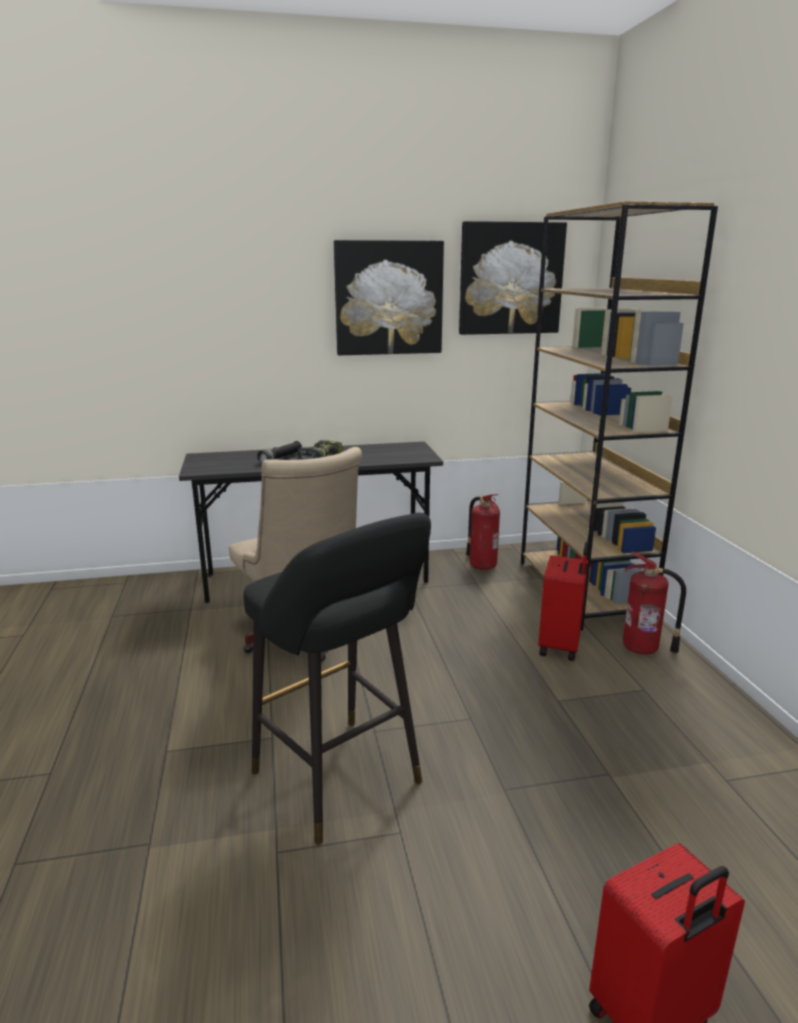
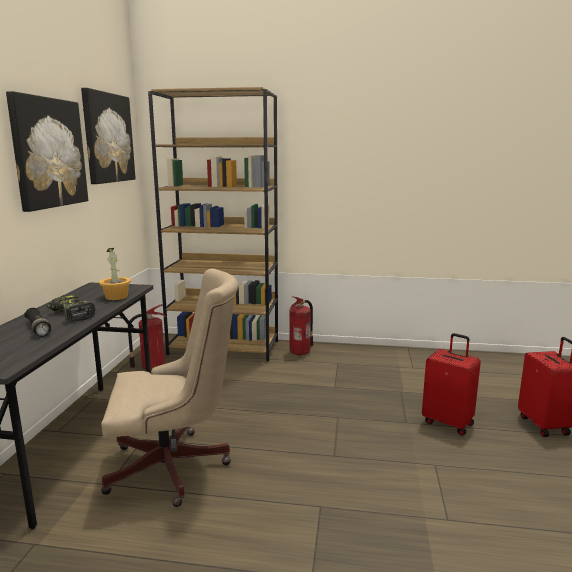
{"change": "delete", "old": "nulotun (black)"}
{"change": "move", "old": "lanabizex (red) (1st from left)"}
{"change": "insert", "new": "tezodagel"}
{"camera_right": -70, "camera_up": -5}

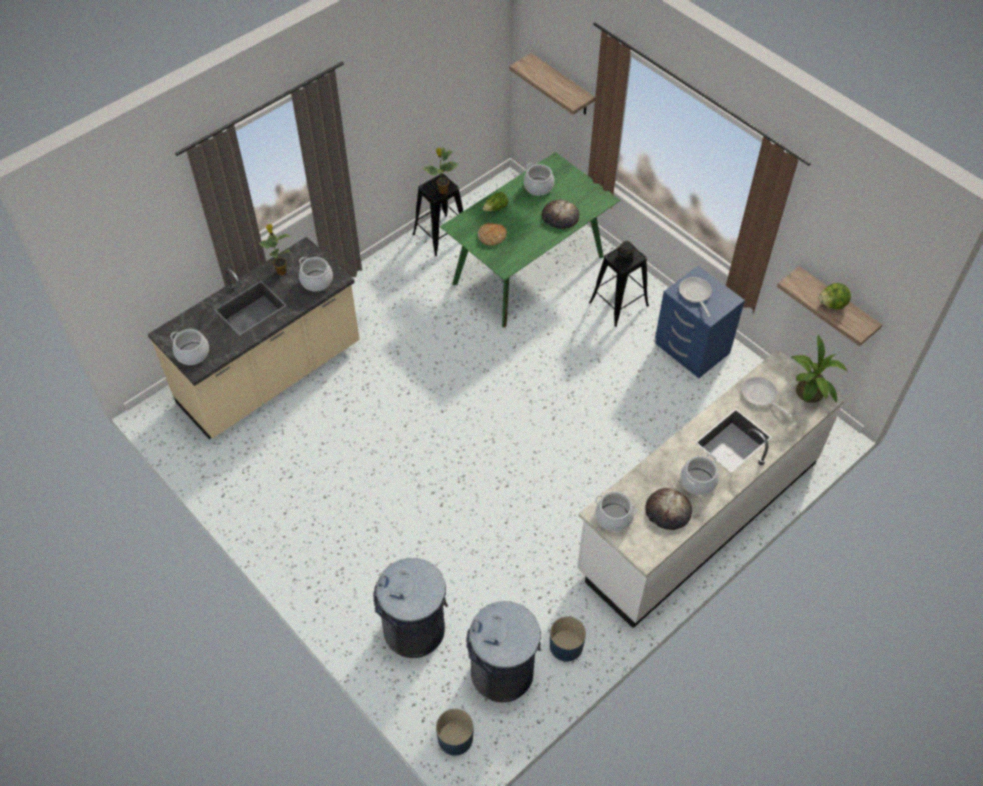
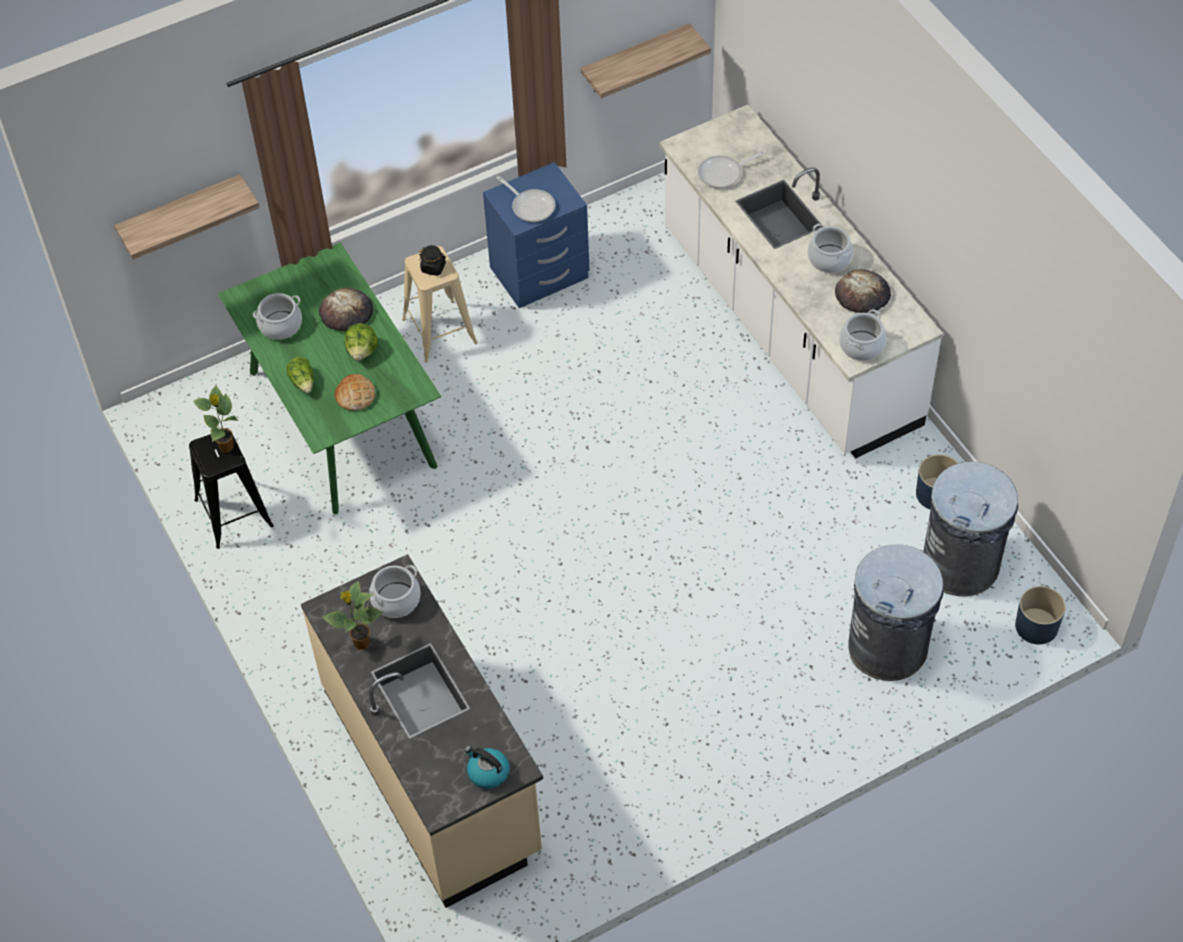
{"change": "recolor", "old": "nulotun (black) (2nd from left)", "new": "nulotun (beige)"}
{"change": "rotate", "old": "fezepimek (1st from left)", "degrees": -135}
{"change": "move", "old": "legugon (2nd from left)"}
{"change": "replace", "old": "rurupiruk (1st from left)", "new": "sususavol"}
{"change": "delete", "old": "tezodagel (3rd from left)"}
{"camera_right": -75, "camera_up": 0}

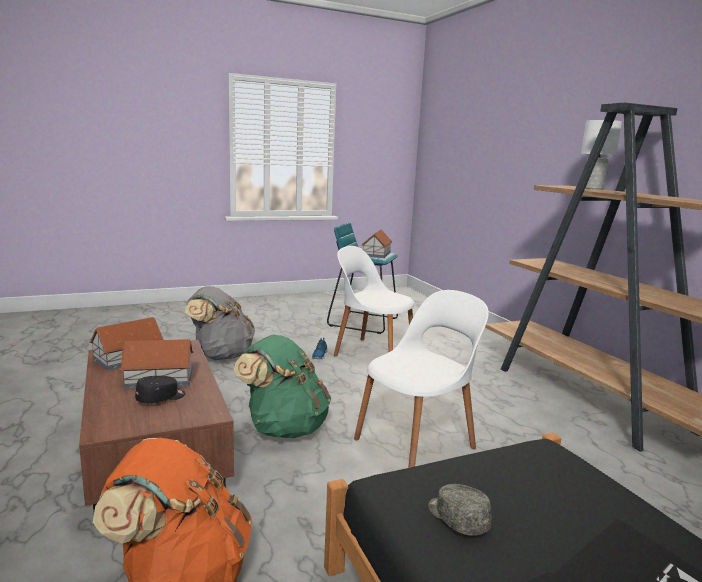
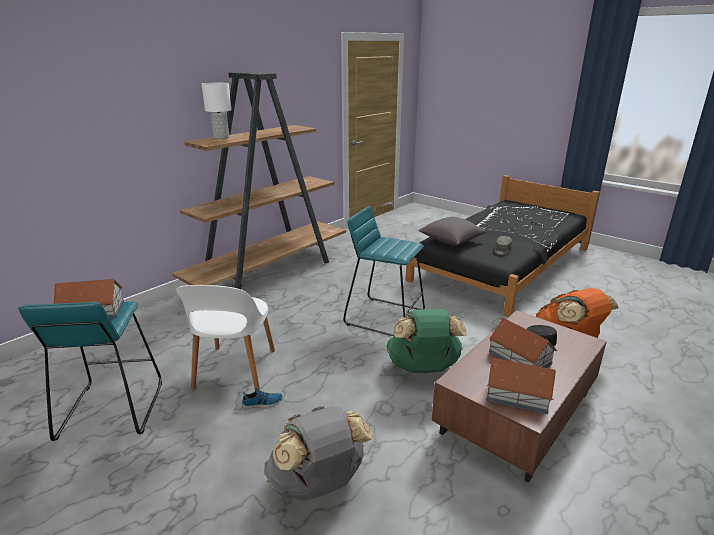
{"change": "replace", "old": "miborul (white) (2nd from left)", "new": "nulotun (turquoise) (2nd from left)"}
{"change": "insert", "new": "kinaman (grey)"}
{"camera_right": -115, "camera_up": 10}

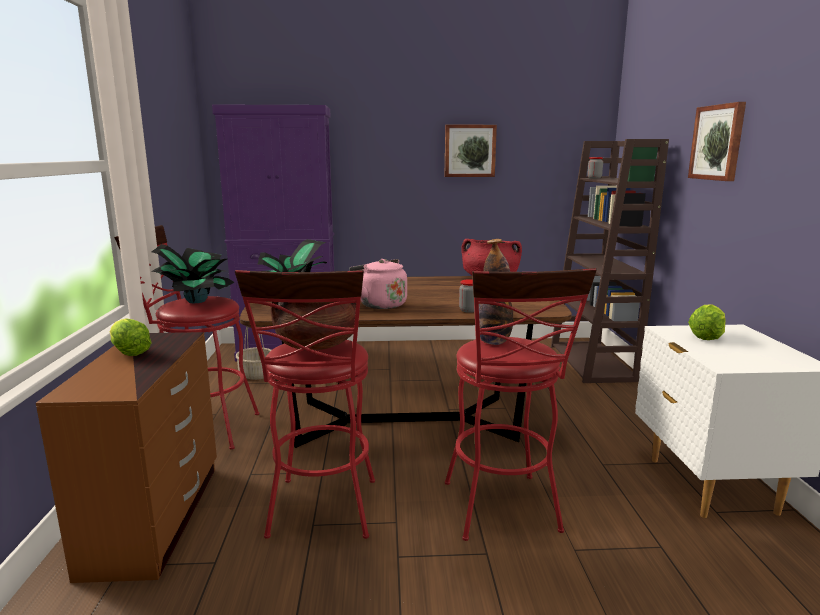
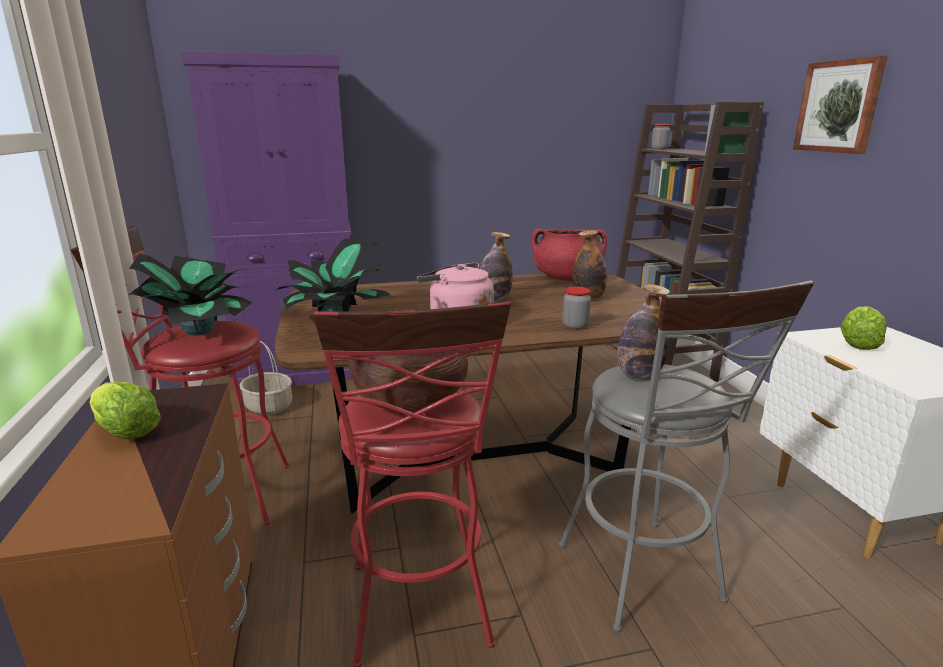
{"change": "delete", "old": "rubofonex (1st from left)"}
{"change": "recolor", "old": "nulotun (red) (3rd from left)", "new": "nulotun (grey)"}
{"change": "insert", "new": "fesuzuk (1st from left)"}
{"camera_right": -10, "camera_up": 5}

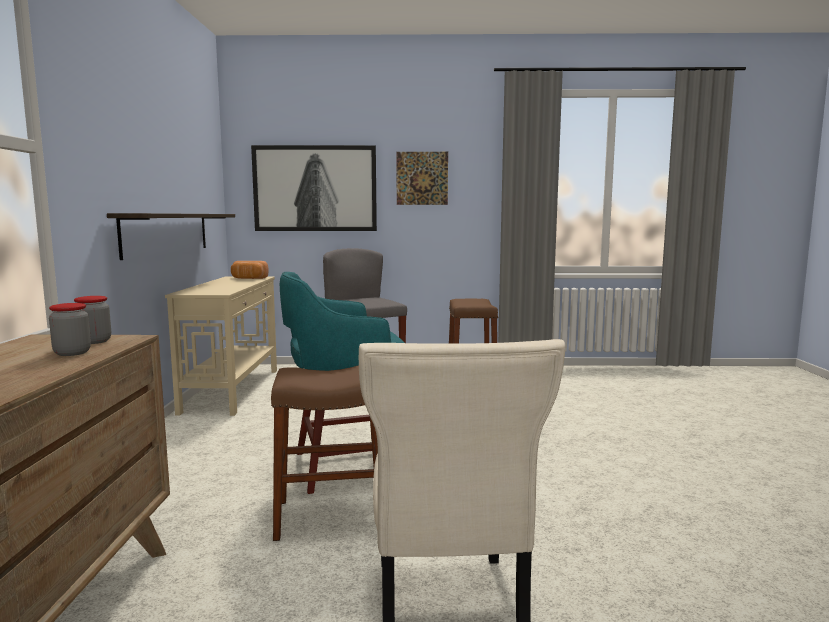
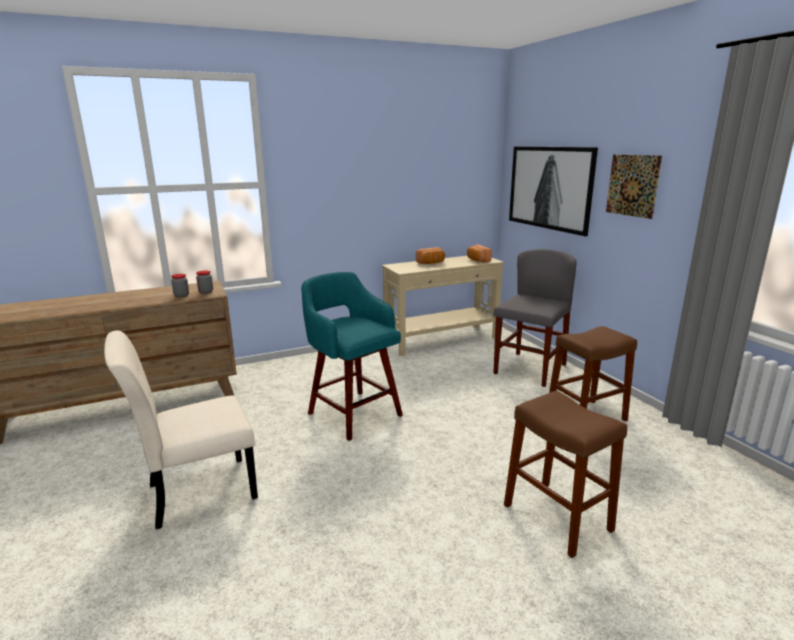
{"change": "delete", "old": "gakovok"}
{"change": "move", "old": "nulotun (brown) (1st from left)"}
{"change": "insert", "new": "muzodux (1st from left)"}
{"camera_right": 65, "camera_up": 10}

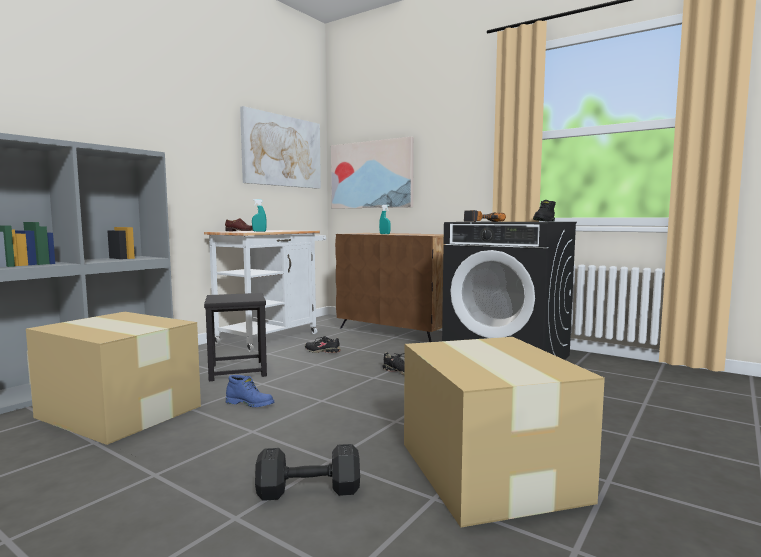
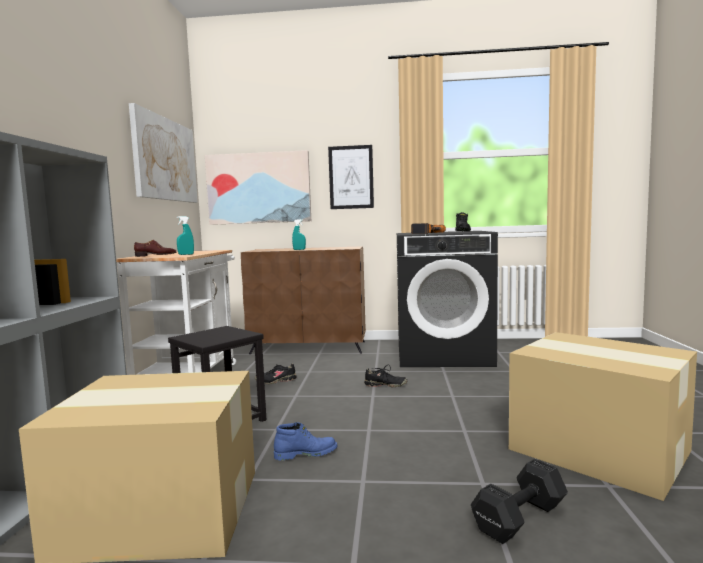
{"change": "insert", "new": "rubofonex (3rd from left)"}
{"camera_right": -30, "camera_up": 0}

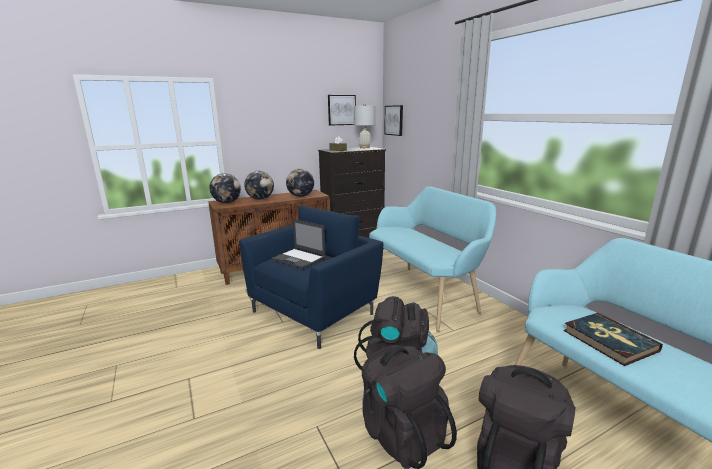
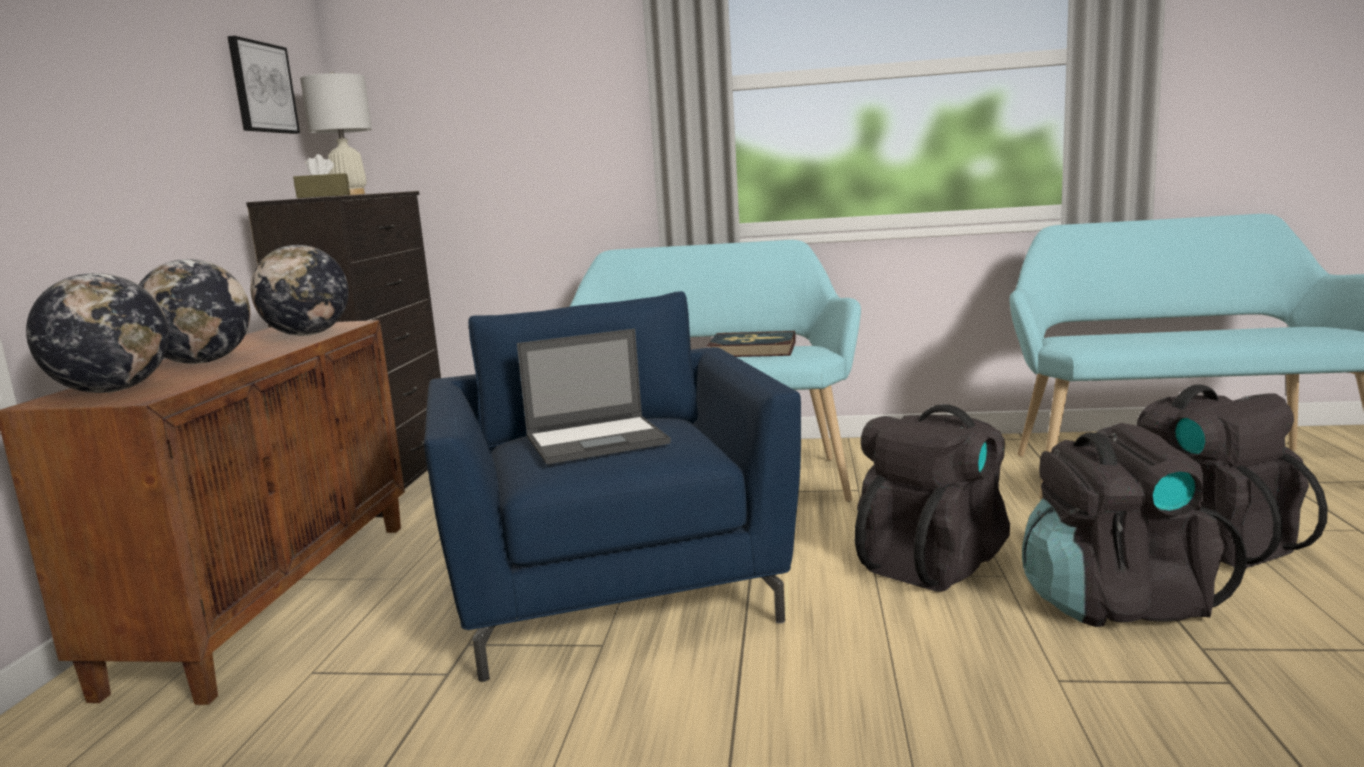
{"change": "delete", "old": "rubofonex (2nd from left)"}
{"change": "move", "old": "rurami"}
{"camera_right": -55, "camera_up": -5}

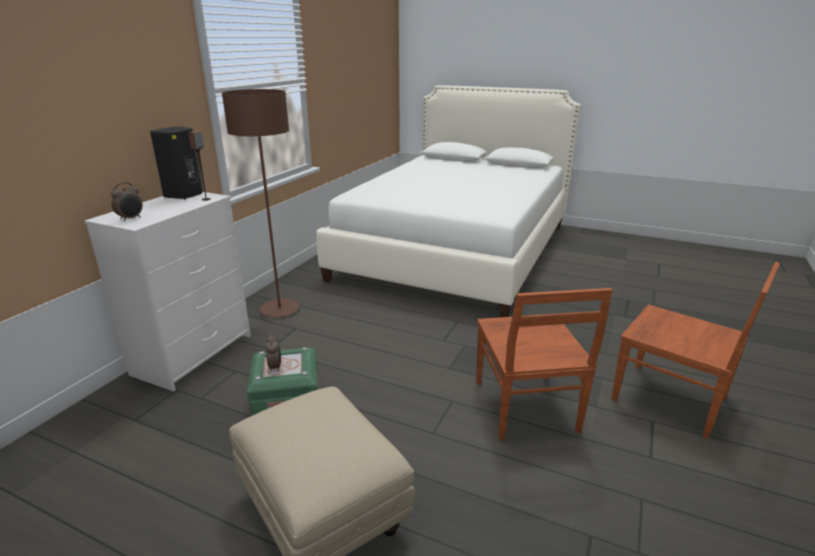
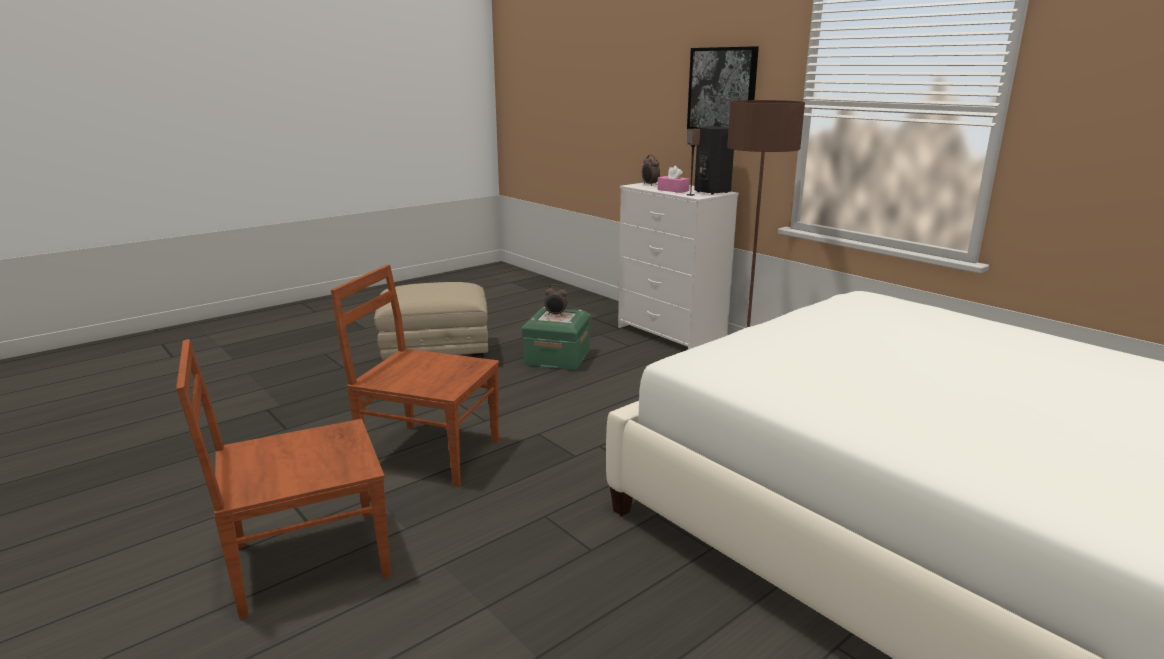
{"change": "insert", "new": "rubofonex"}
{"change": "insert", "new": "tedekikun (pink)"}
{"camera_right": 115, "camera_up": -5}

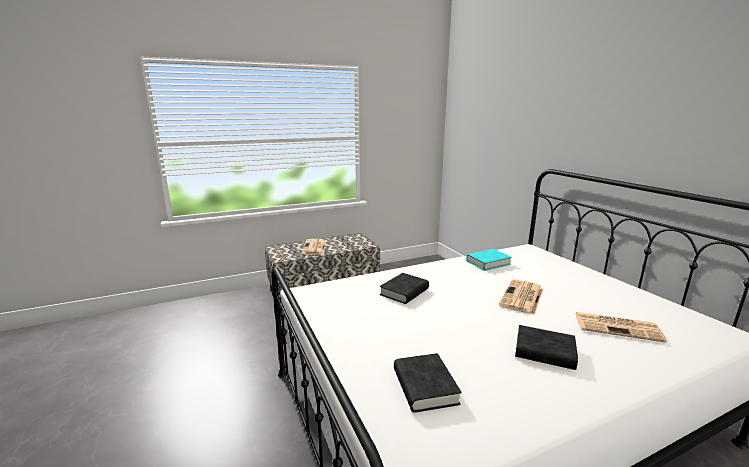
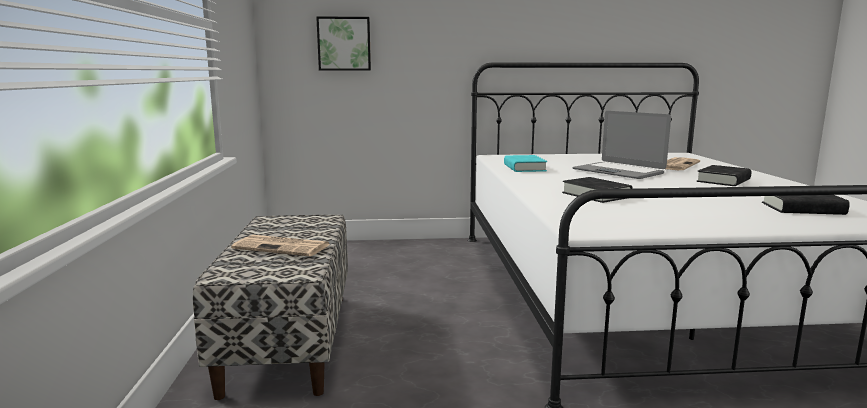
{"change": "replace", "old": "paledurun (2nd from left)", "new": "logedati"}
{"change": "insert", "new": "rubofonex"}
{"camera_right": -70, "camera_up": -5}

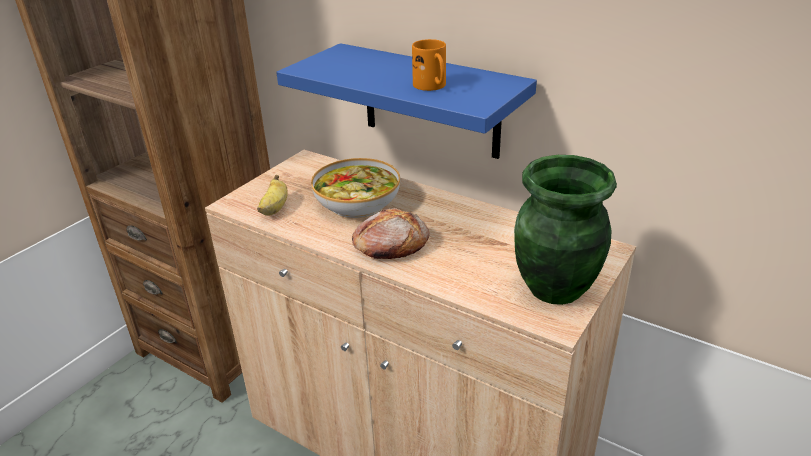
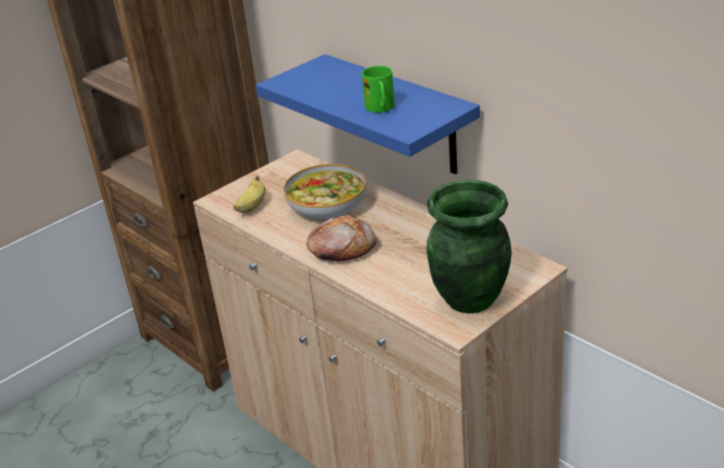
{"change": "recolor", "old": "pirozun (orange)", "new": "pirozun (green)"}
{"camera_right": 15, "camera_up": 0}

